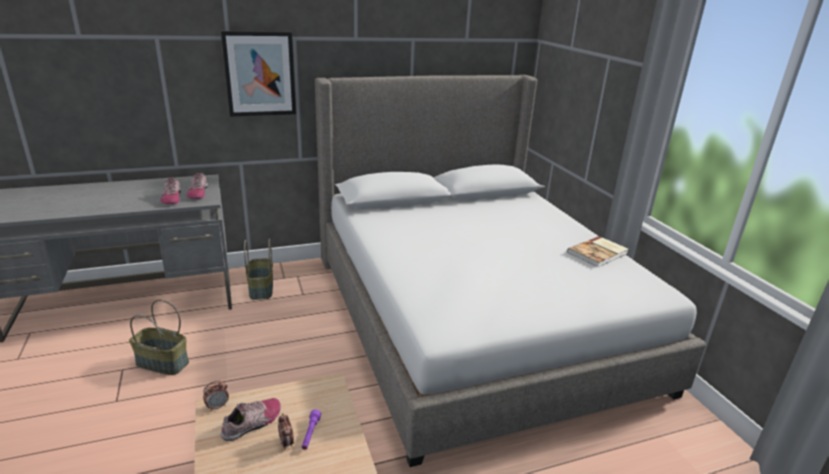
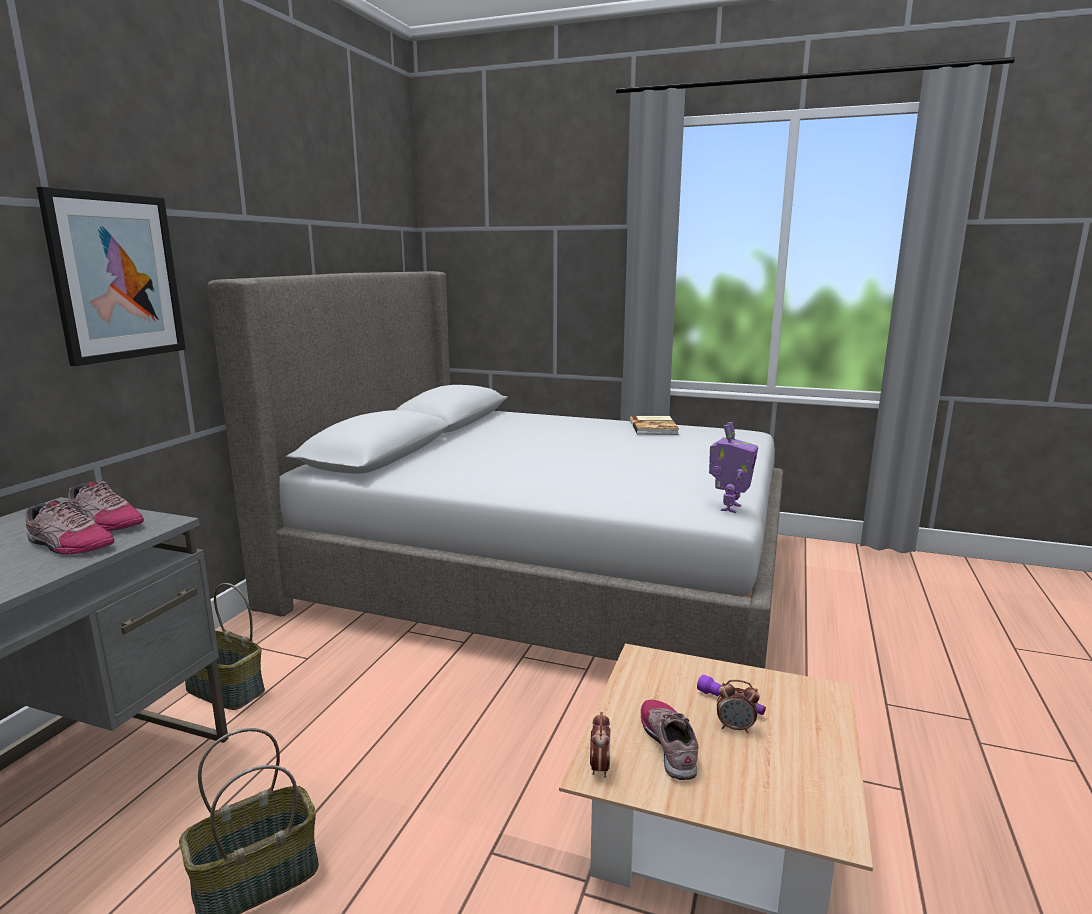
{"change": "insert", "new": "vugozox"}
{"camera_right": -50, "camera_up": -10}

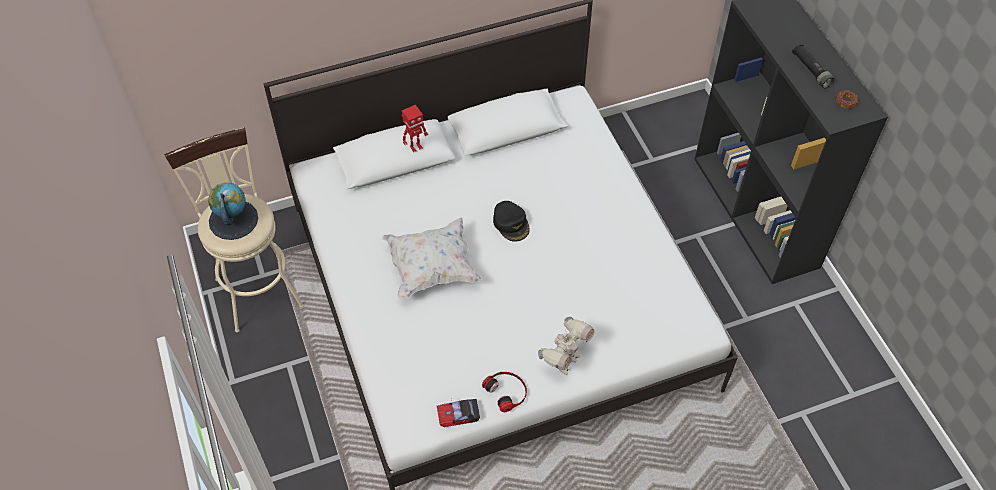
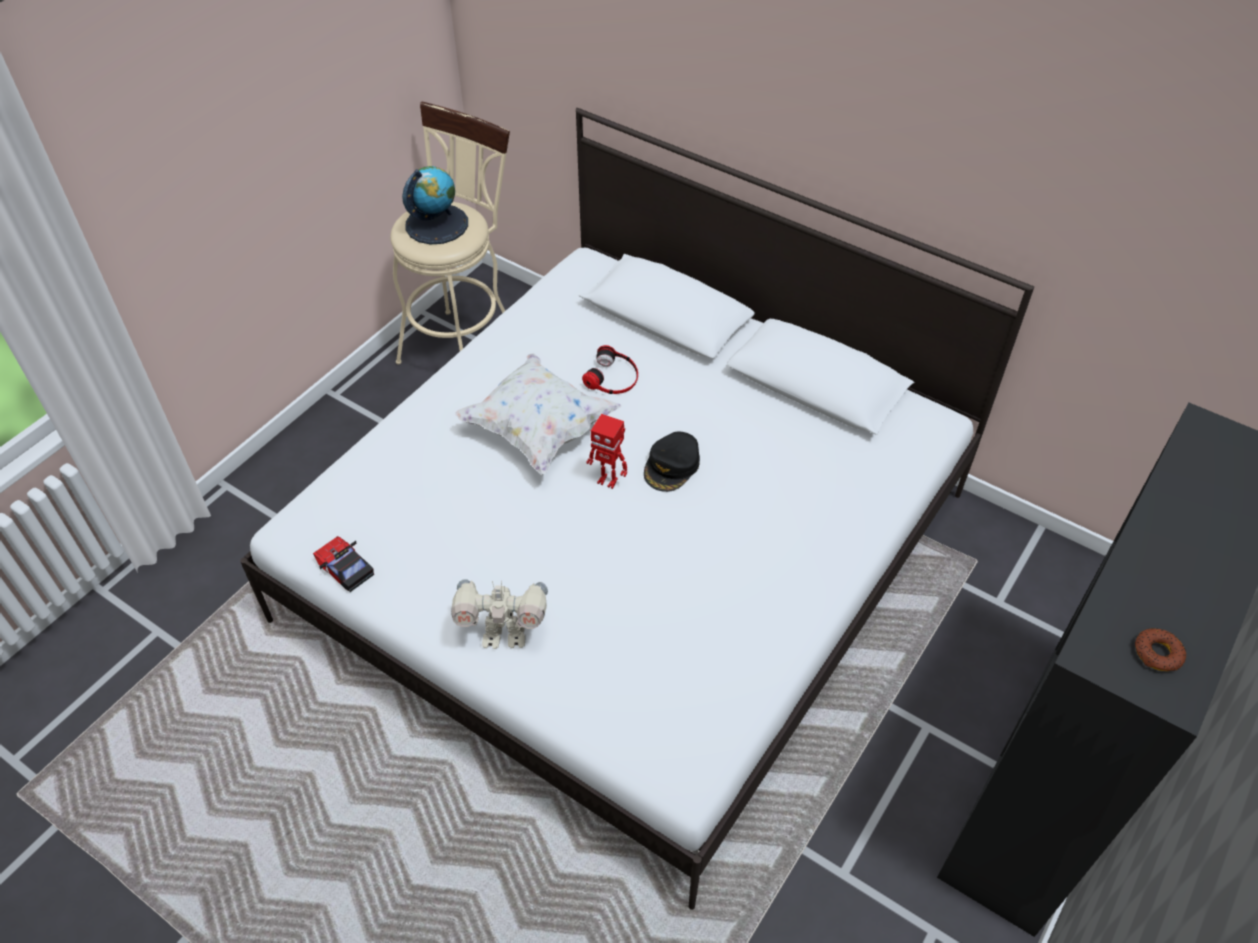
{"change": "delete", "old": "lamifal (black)"}
{"change": "move", "old": "vugozox (1st from left in the first image)", "new": "vugozox (2nd from left)"}
{"change": "move", "old": "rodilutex"}
{"camera_right": 55, "camera_up": -5}

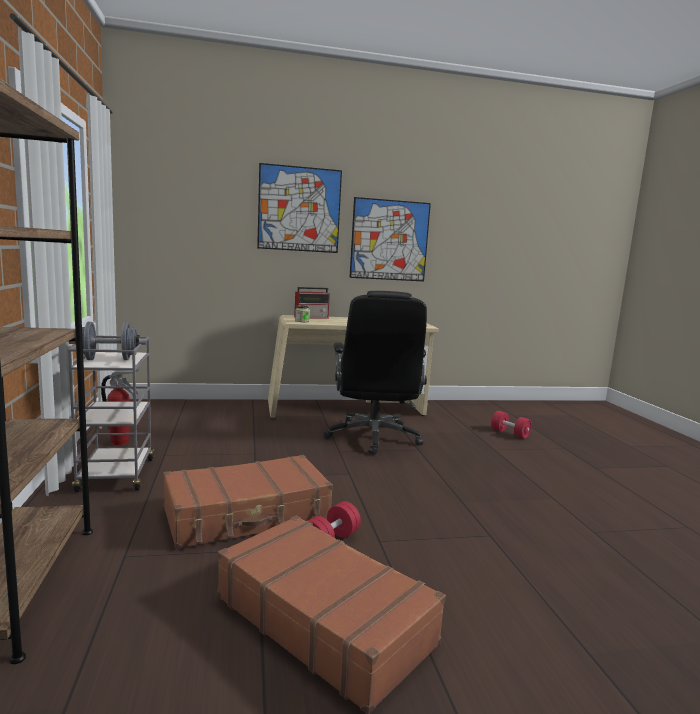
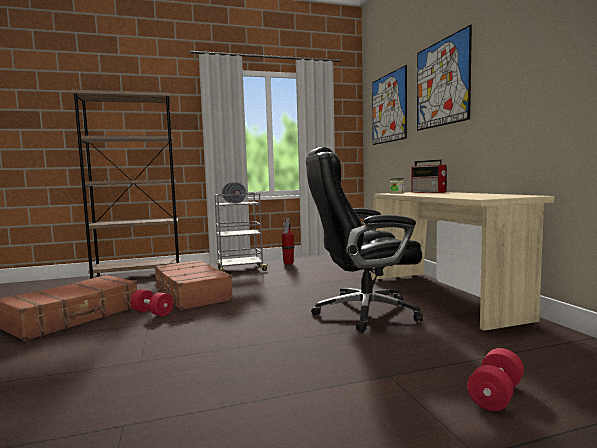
{"change": "move", "old": "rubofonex (2nd from left in the first image)", "new": "rubofonex (1st from left)"}
{"camera_right": 85, "camera_up": -5}

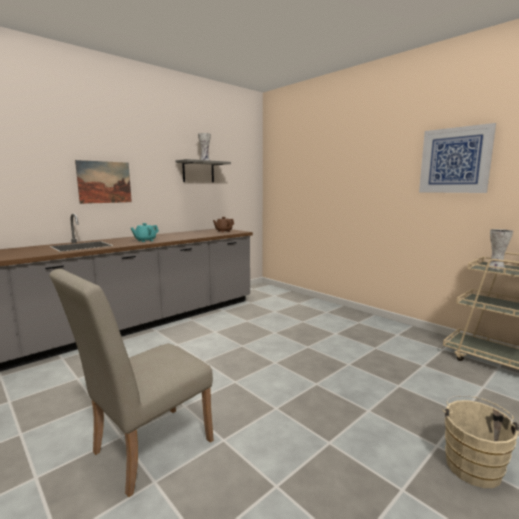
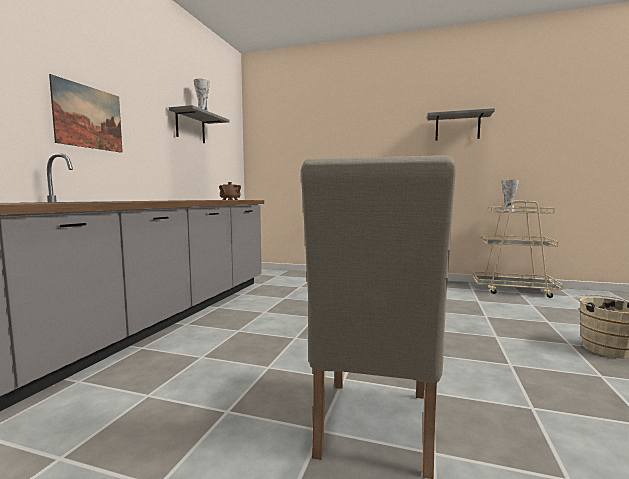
{"change": "replace", "old": "rubofonex (2nd from left)", "new": "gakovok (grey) (2nd from left)"}
{"change": "delete", "old": "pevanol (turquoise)"}
{"camera_right": -30, "camera_up": -5}

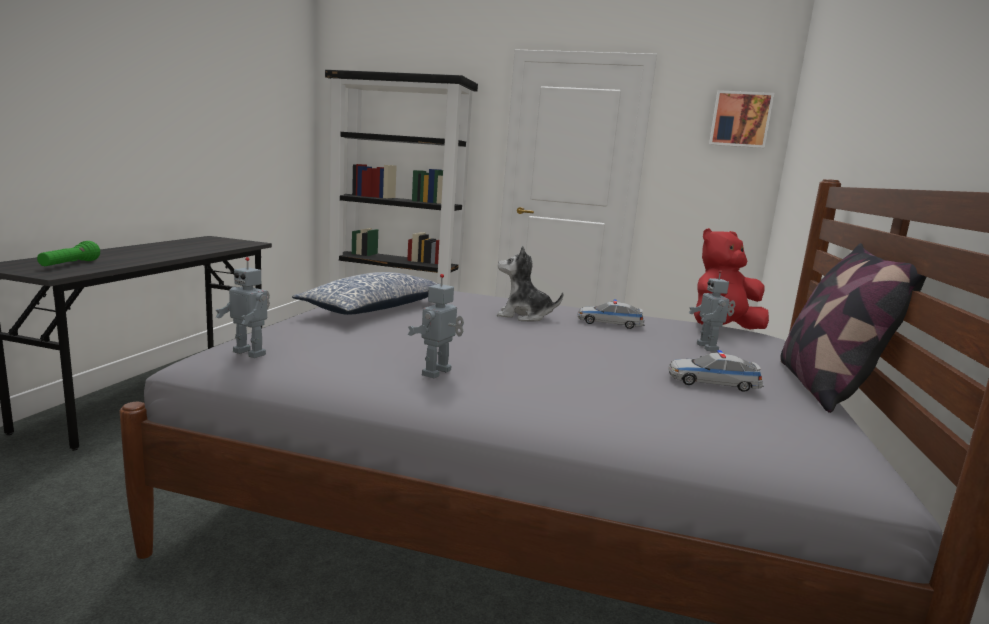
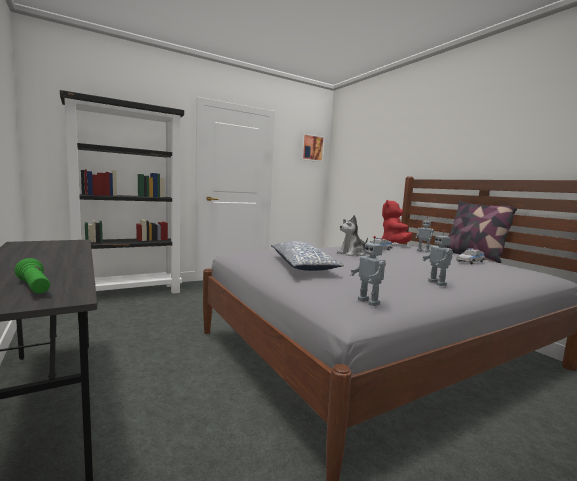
{"change": "rotate", "old": "vugozox (1st from left)", "degrees": 75}
{"camera_right": -45, "camera_up": -5}

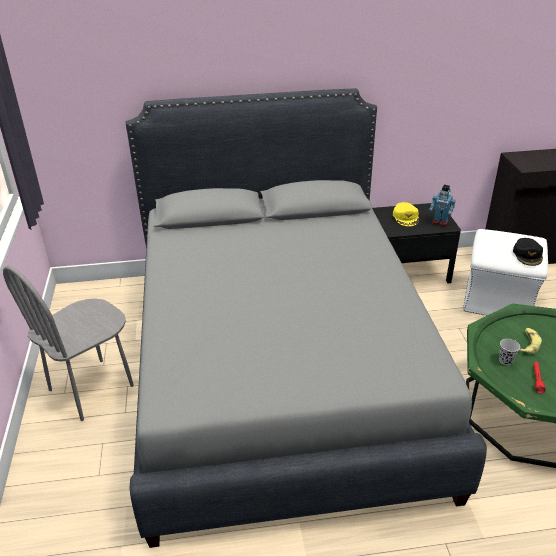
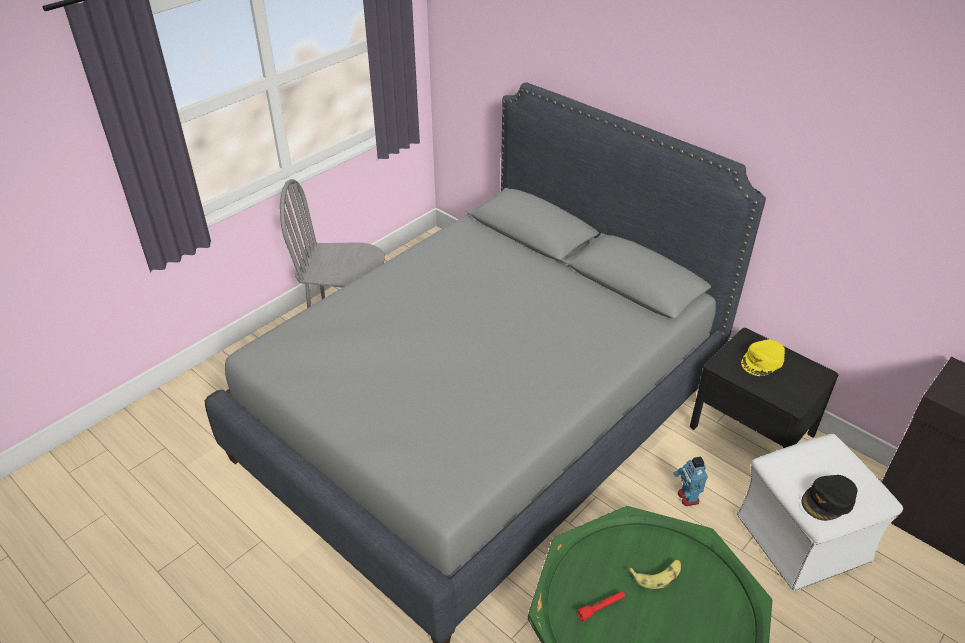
{"change": "move", "old": "vugozox"}
{"change": "delete", "old": "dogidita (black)"}
{"camera_right": 50, "camera_up": 5}

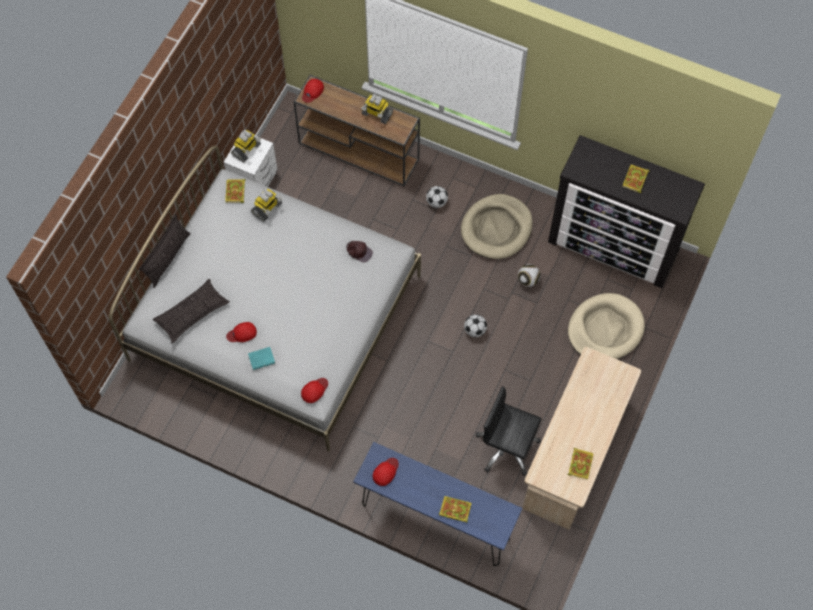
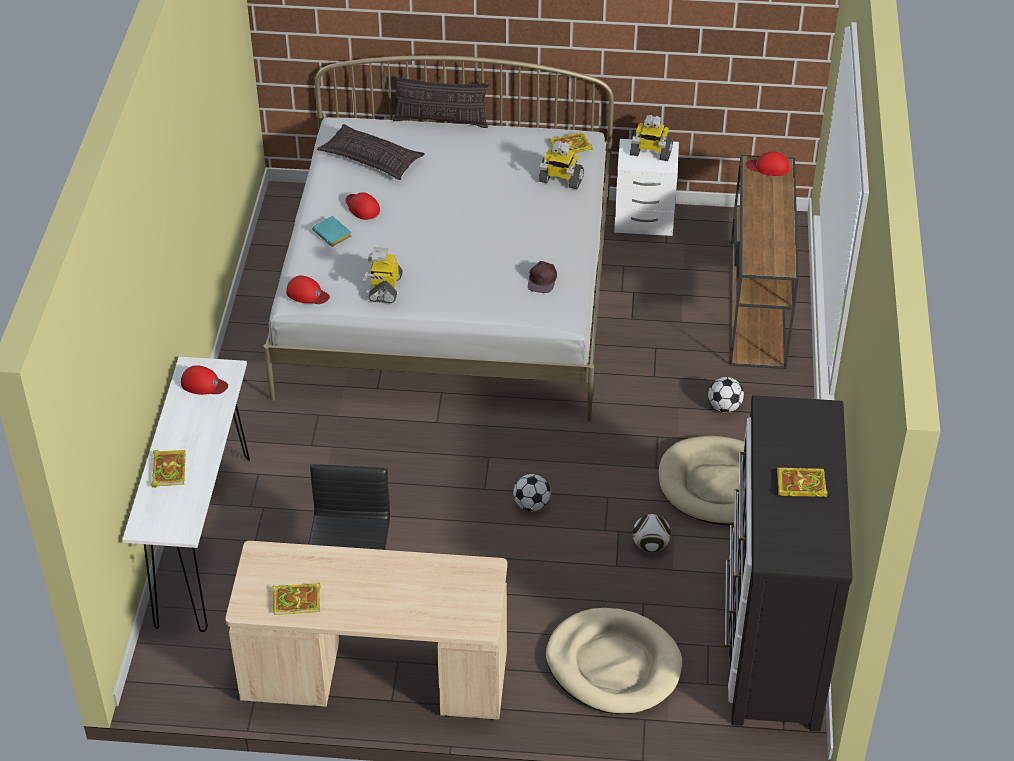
{"change": "move", "old": "vugozox (3rd from left in the first image)", "new": "vugozox (1st from left)"}
{"change": "recolor", "old": "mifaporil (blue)", "new": "mifaporil (white)"}
{"camera_right": 70, "camera_up": -20}

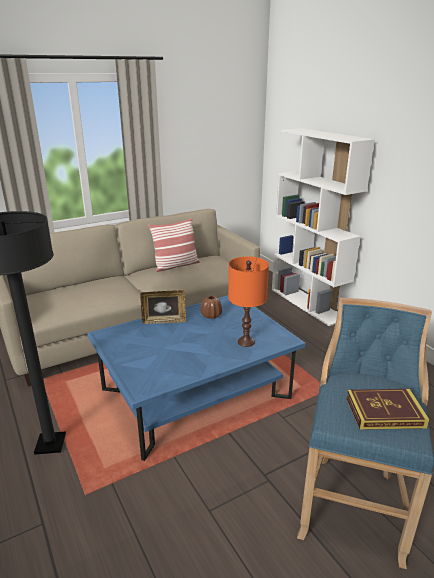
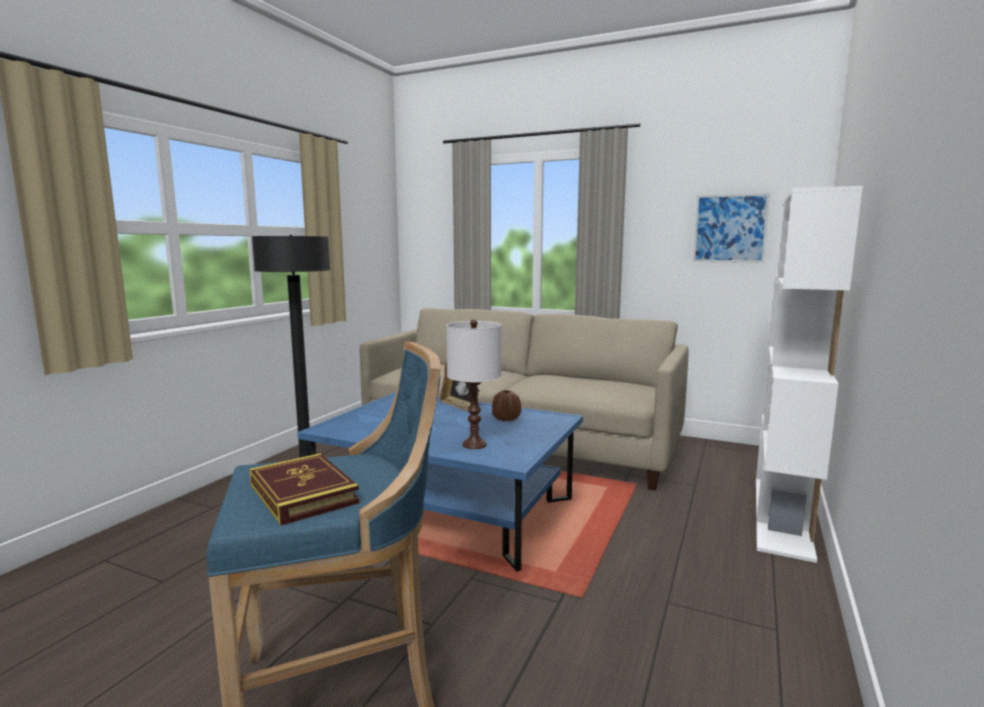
{"change": "delete", "old": "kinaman"}
{"change": "recolor", "old": "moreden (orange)", "new": "moreden (white)"}
{"change": "insert", "new": "rubofonex"}
{"camera_right": 55, "camera_up": -15}

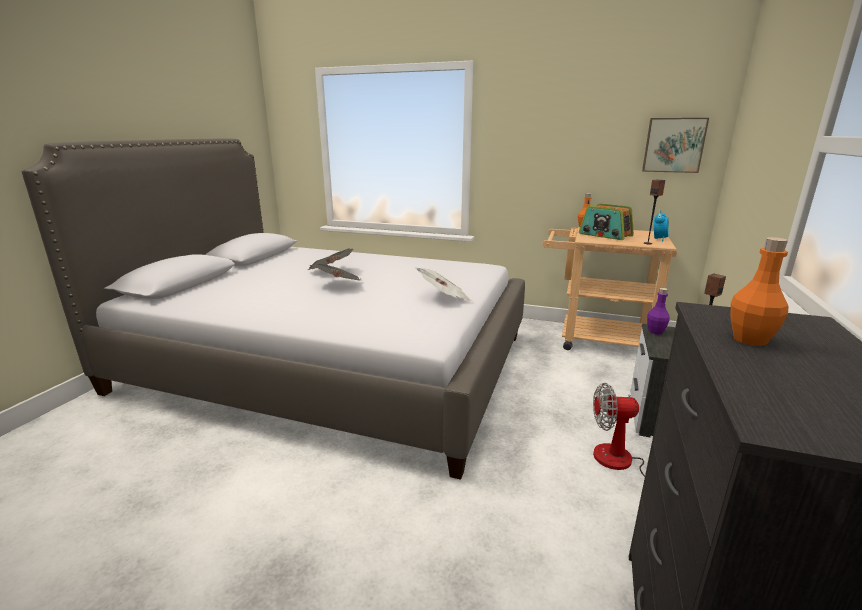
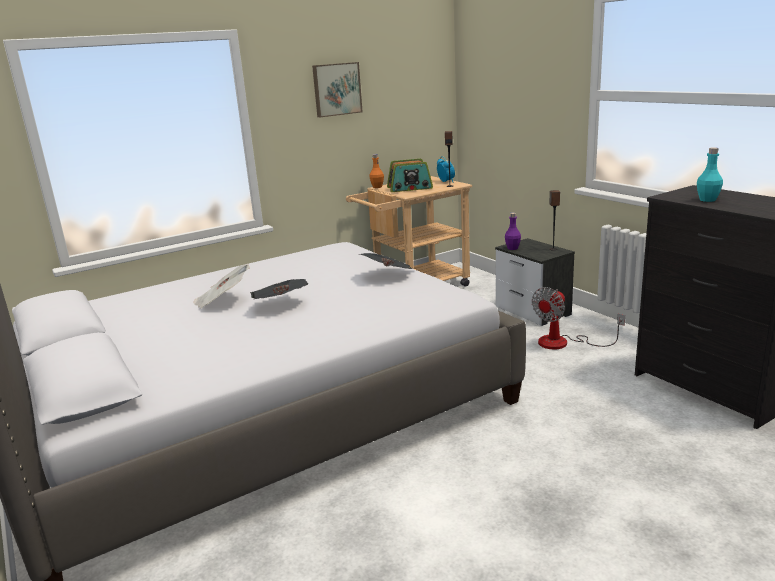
{"change": "move", "old": "rubofonex"}
{"change": "recolor", "old": "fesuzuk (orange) (2nd from left)", "new": "fesuzuk (turquoise)"}
{"camera_right": -50, "camera_up": 0}

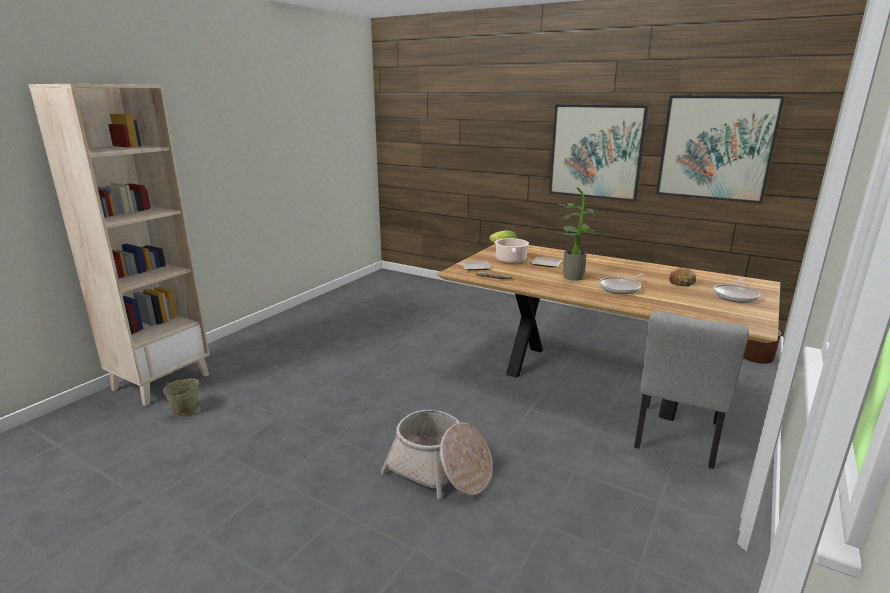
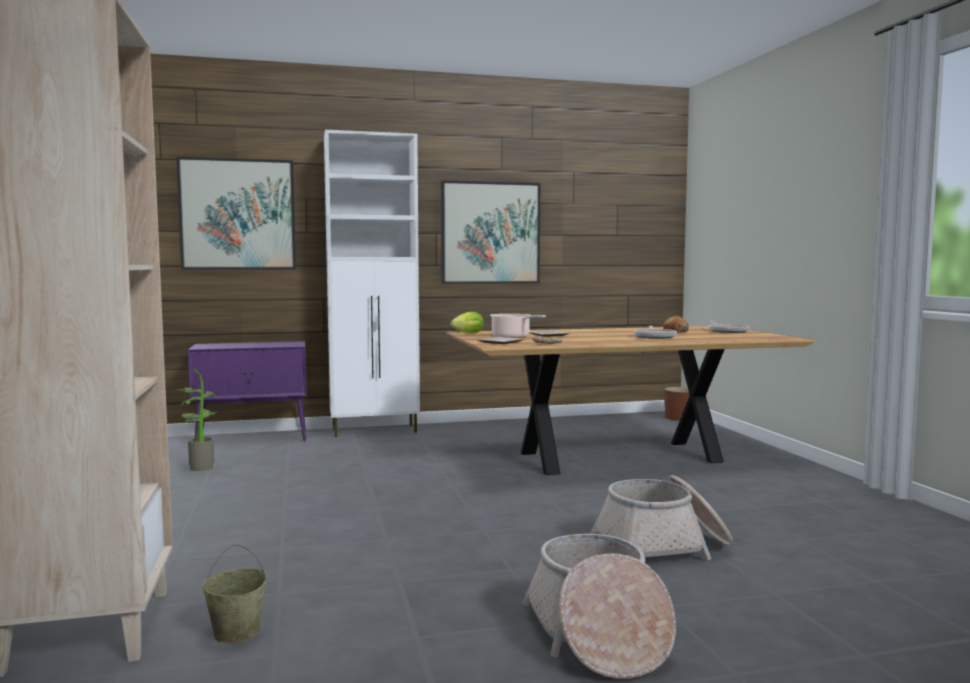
{"change": "move", "old": "rubofonex (2nd from left in the first image)", "new": "rubofonex (1st from left)"}
{"change": "move", "old": "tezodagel"}
{"change": "delete", "old": "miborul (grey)"}
{"change": "insert", "new": "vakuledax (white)"}
{"change": "insert", "new": "vakuledax (purple)"}
{"change": "insert", "new": "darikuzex (1st from left)"}
{"camera_right": -45, "camera_up": -15}

